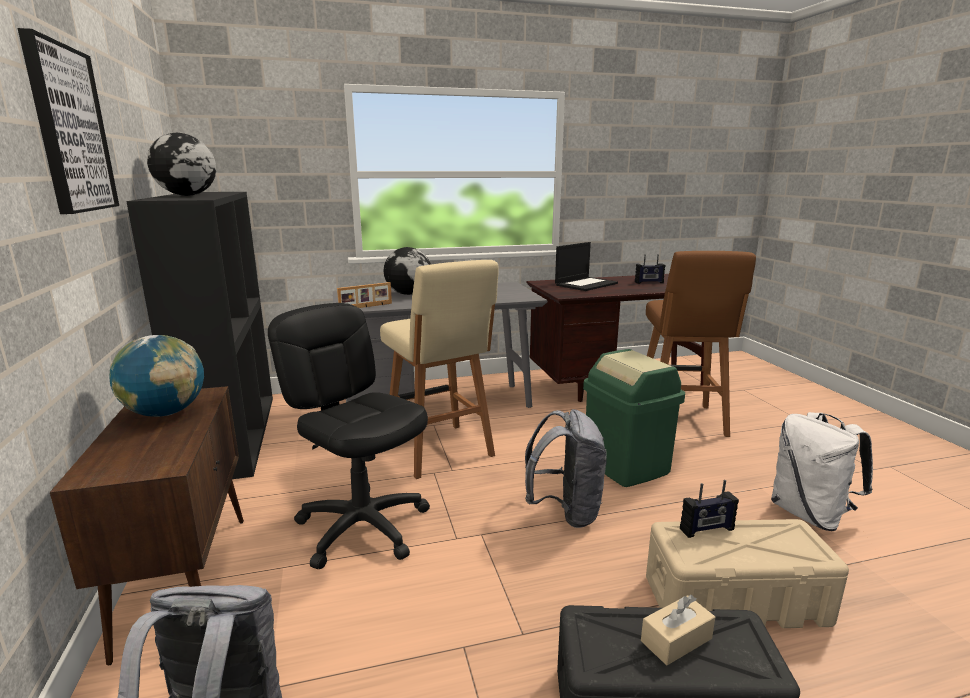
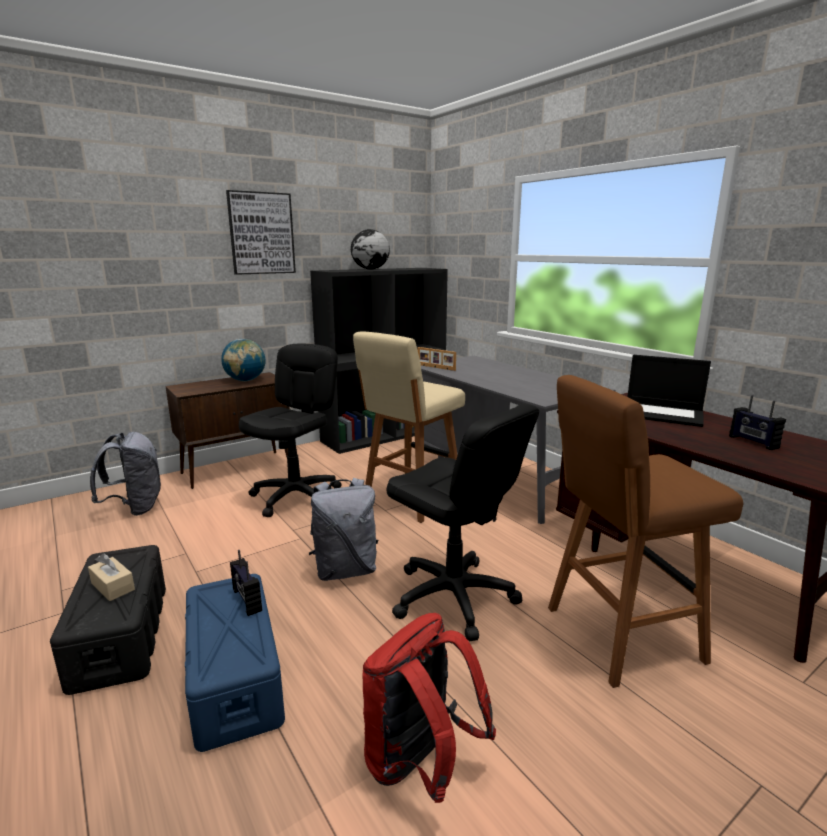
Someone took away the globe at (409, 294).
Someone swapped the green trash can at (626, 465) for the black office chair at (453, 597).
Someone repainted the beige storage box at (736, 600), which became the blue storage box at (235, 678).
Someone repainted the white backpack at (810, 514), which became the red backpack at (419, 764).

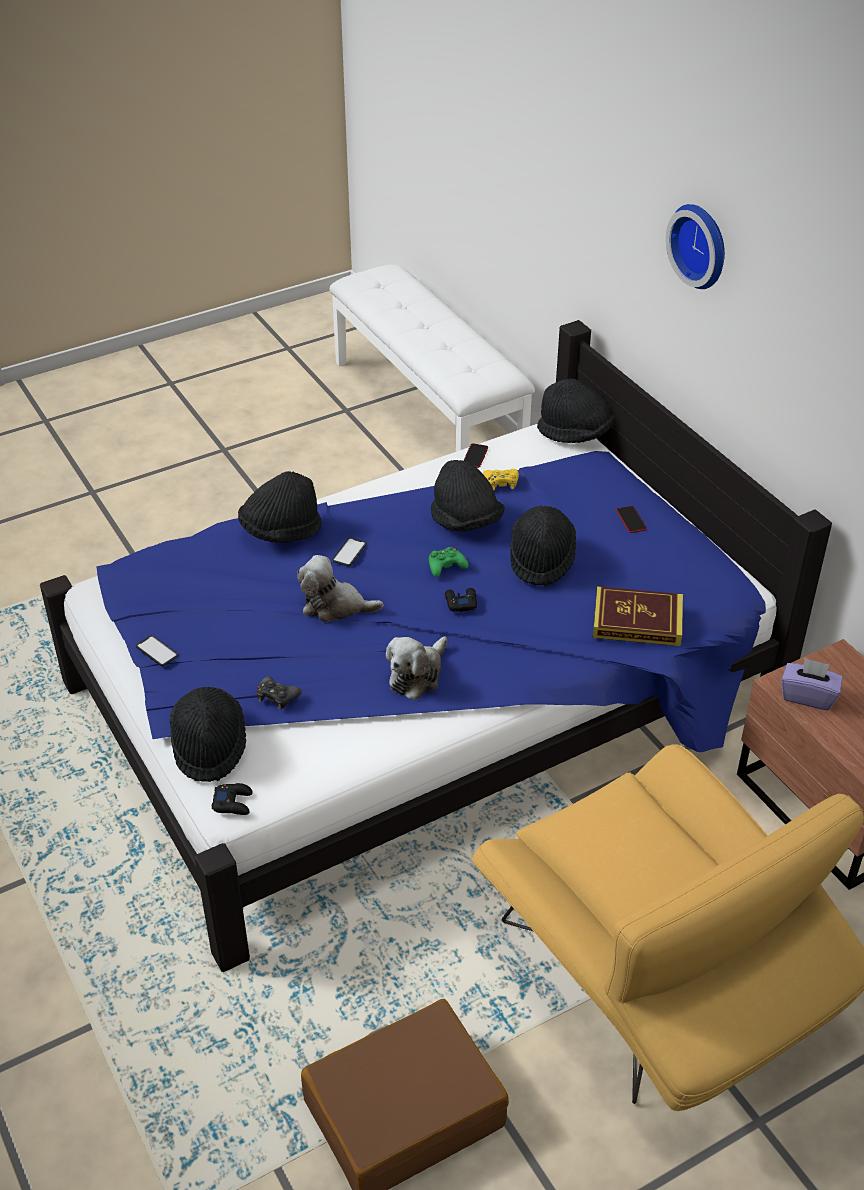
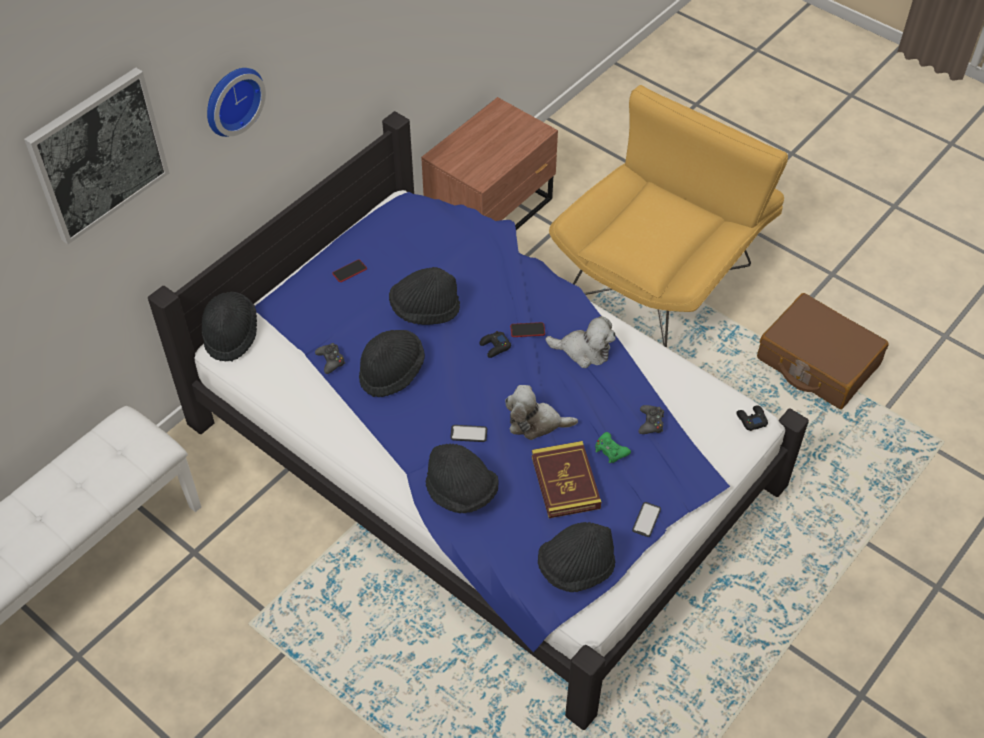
Someone carried the black hat from (209, 746) to (575, 568).
Someone rotated the plush toy at (335, 606) by 105 degrees clockwise.
Someone carried the green game controller from (446, 566) to (610, 451).
Someone carried the phone from (475, 456) to (527, 330).
Someone repainted the yellow game controller at (501, 482), which became the black game controller at (331, 361).
Someone carried the book from (637, 621) to (565, 482).
Someone took away the purple tissue box at (808, 696).
Someone put up the picture at (98, 155).

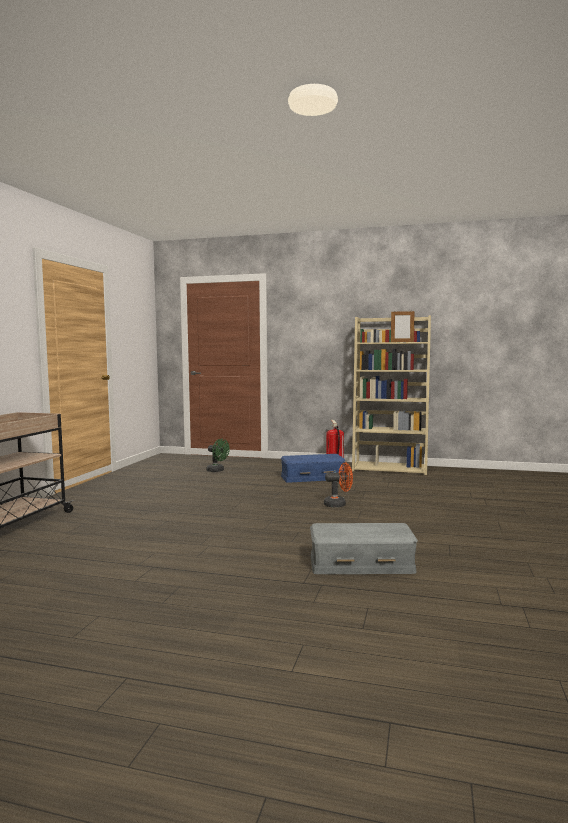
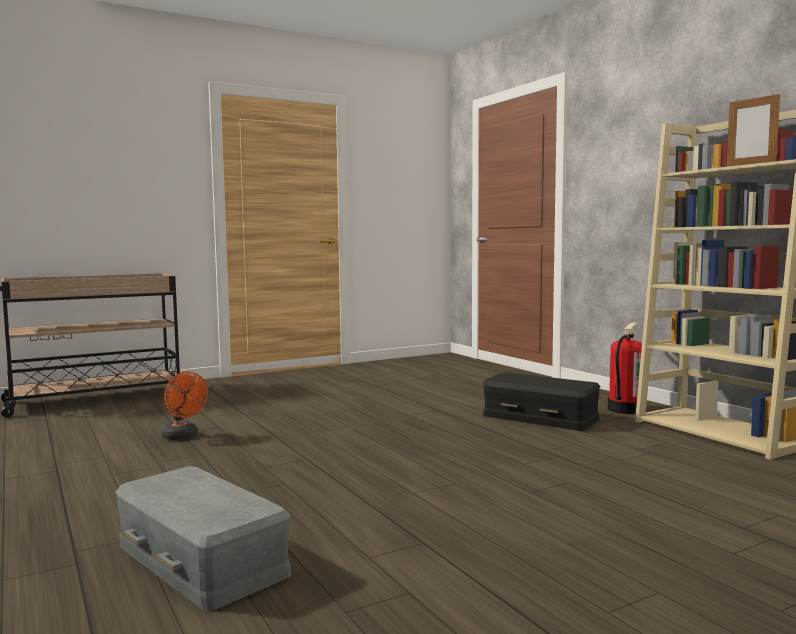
Someone took away the green fan at (217, 470).
Someone repainted the blue storage box at (312, 477), which became the black storage box at (540, 417).
Someone carried the orange fan from (338, 504) to (183, 437).

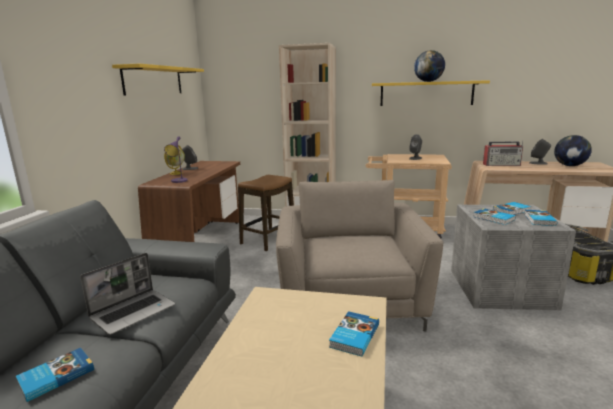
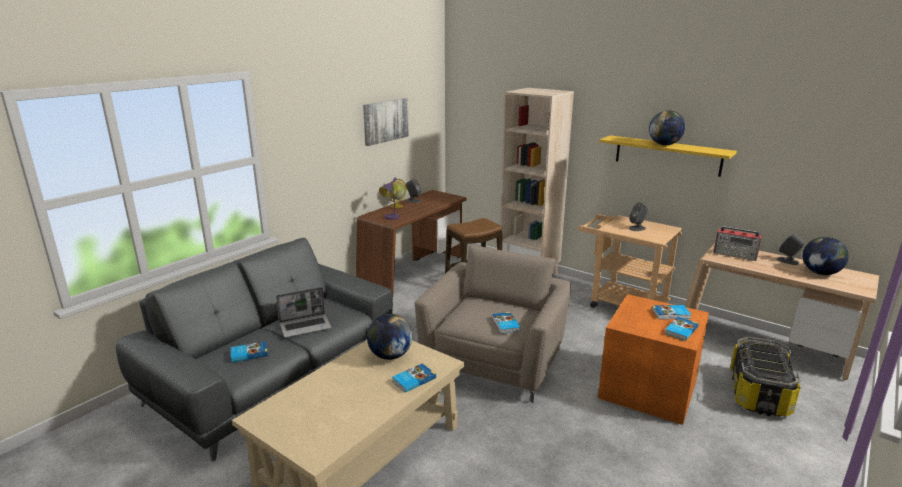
Someone swapped the yellow shelf at (153, 81) for the picture at (385, 121).
Someone repainted the grey storage box at (501, 288), which became the orange storage box at (649, 388).
Someone carried the book from (493, 218) to (505, 324).
Someone put down the globe at (390, 356).

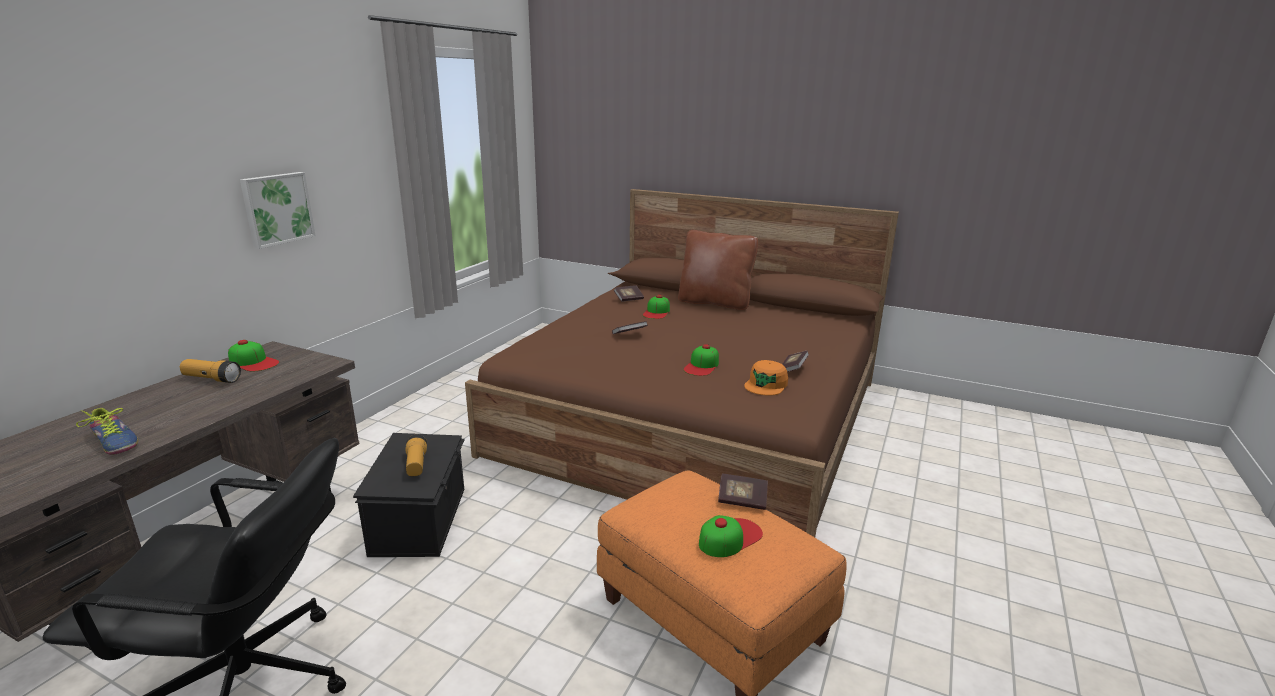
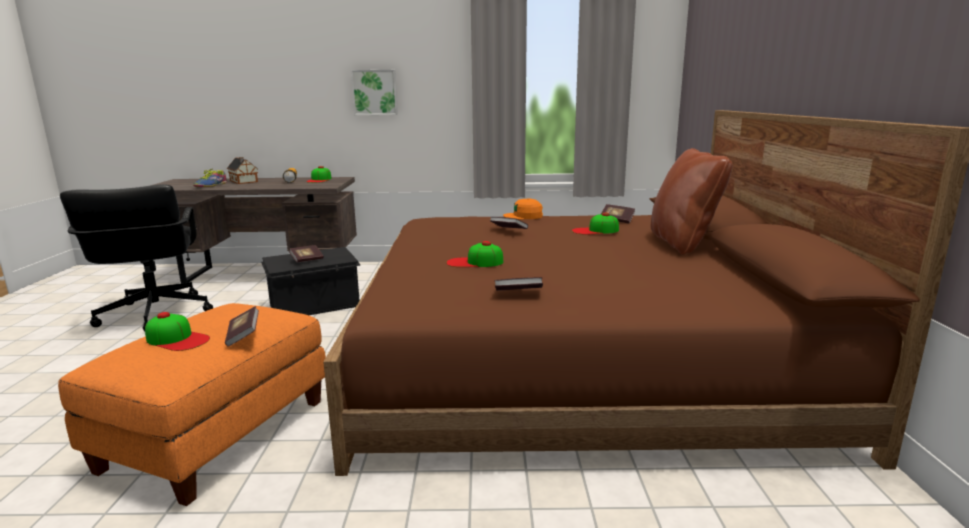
Someone swapped the flashlight at (416, 464) for the book at (307, 260).
Someone carried the orange cap from (766, 385) to (524, 216).
Someone put down the toy house at (244, 181).

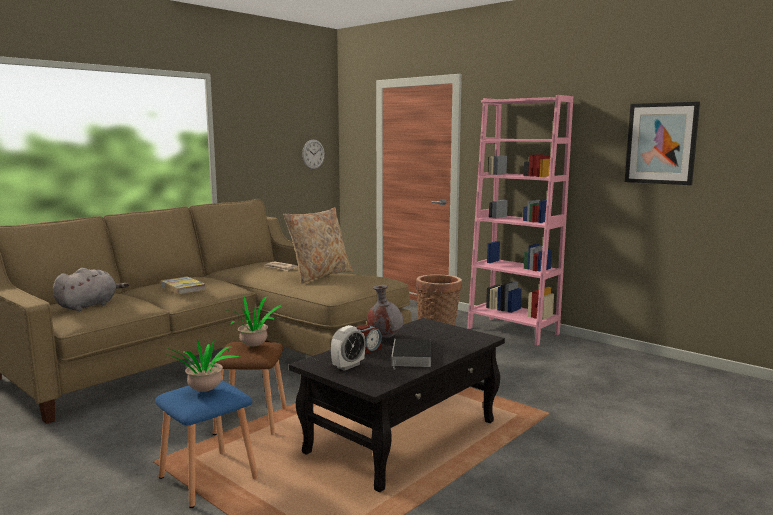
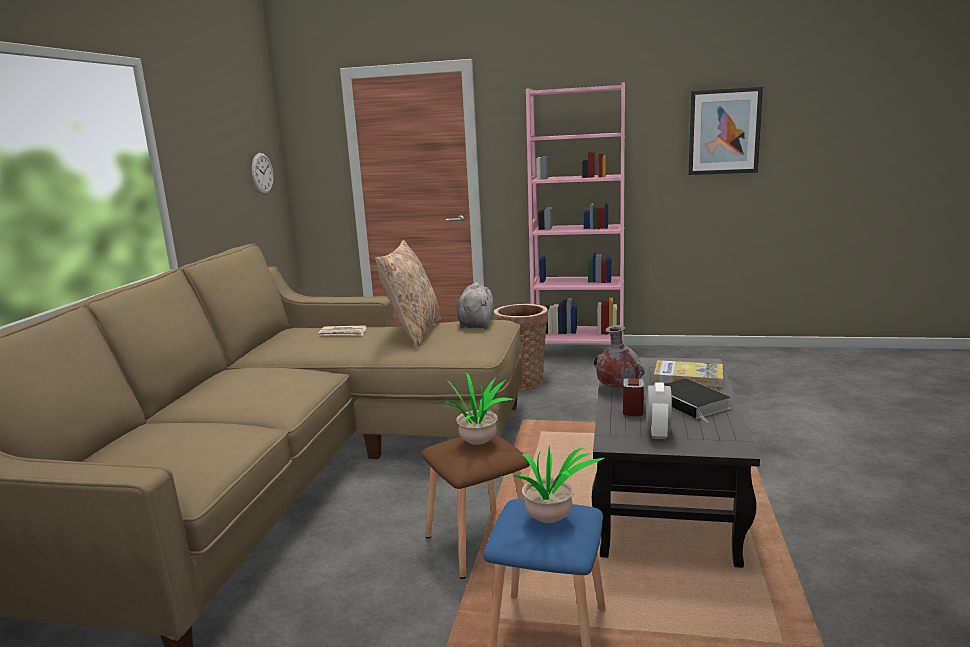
Someone carried the grey plush toy from (89, 305) to (476, 323).
Someone carried the book from (182, 288) to (688, 377).

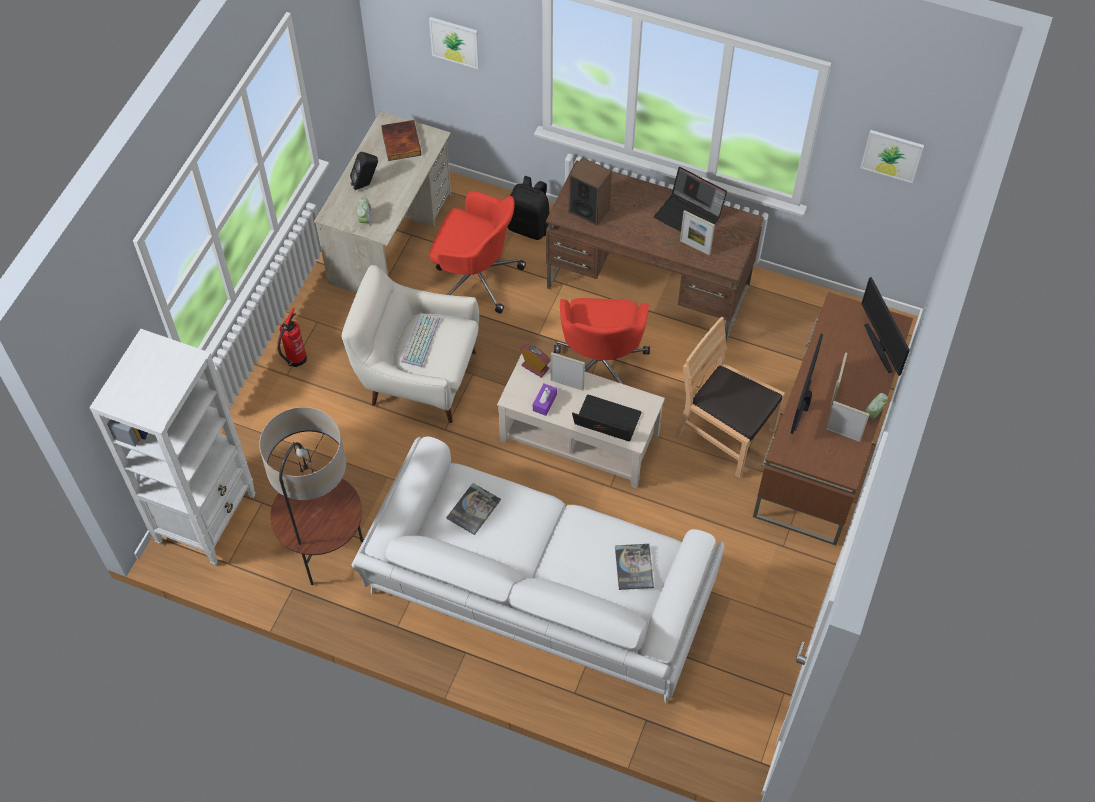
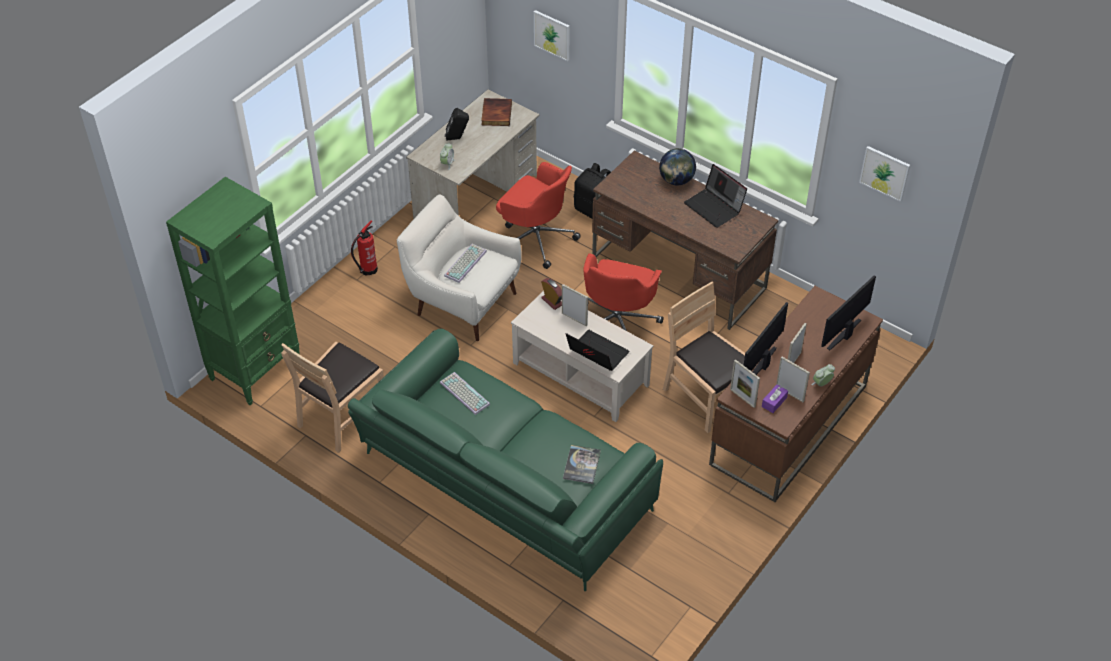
Someone repainted the white bookcase at (207, 518), which became the green bookcase at (256, 370).
Someone swapped the floor lamp at (327, 554) for the brown chair at (342, 416).
Someone repainted the white sofa at (537, 595), which became the green sofa at (503, 484).
Someone swapped the book at (473, 509) for the keyboard at (463, 394).
Someone carried the purple tissue box from (544, 402) to (774, 402).
Someone took away the speaker at (589, 210).
Someone carried the picture frame from (695, 247) to (742, 398).
Someone rotated the monitor at (880, 347) by 45 degrees clockwise.
Someone put down the globe at (676, 180).

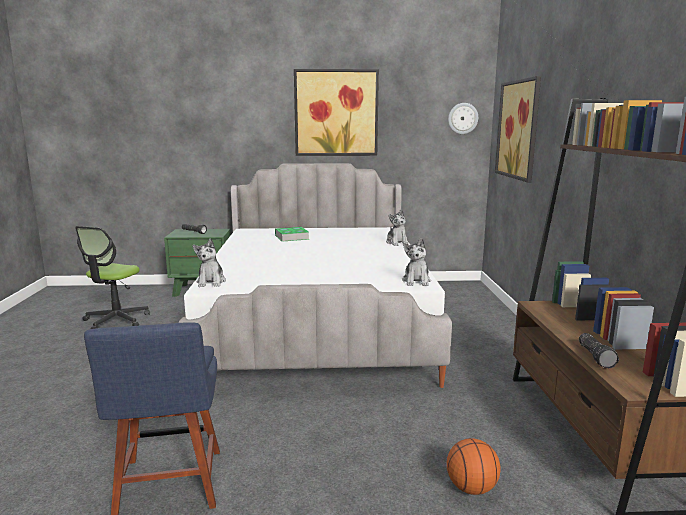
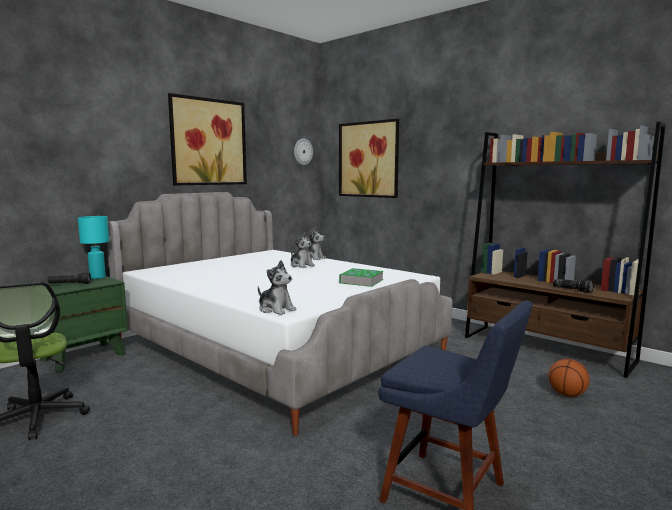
Someone carried the book from (292, 237) to (361, 281).
Someone carried the plush toy from (416, 281) to (301, 265).
Someone put down the turquoise table lamp at (97, 277).

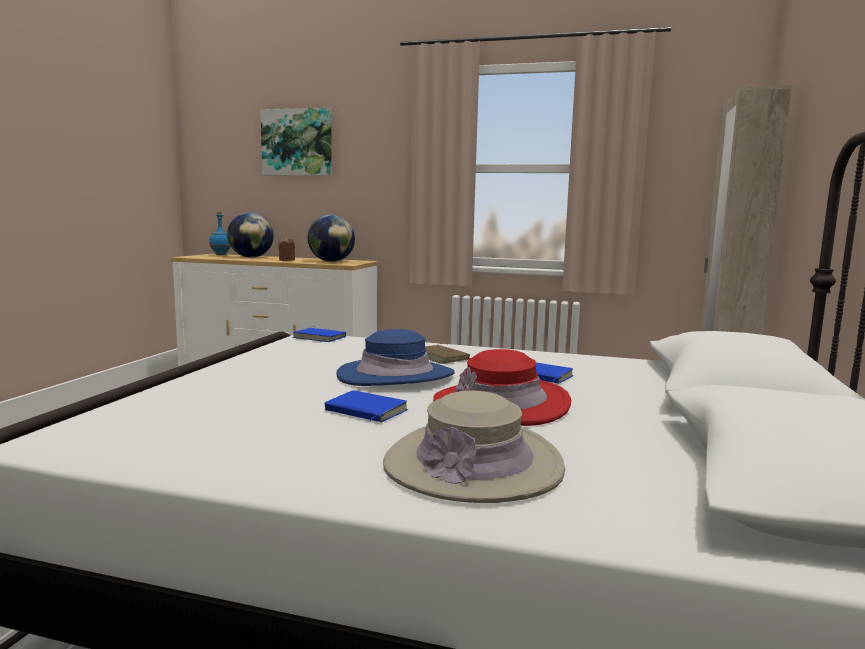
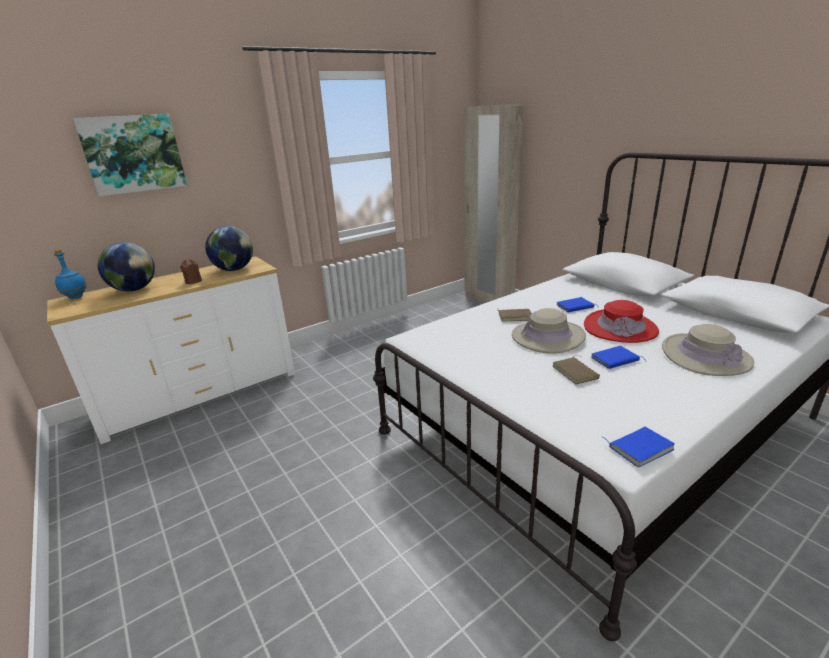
Someone carried the blue book from (320, 337) to (639, 447).
Someone repainted the blue hat at (395, 375), which became the beige hat at (548, 337).
Someone put down the brown book at (576, 372).

